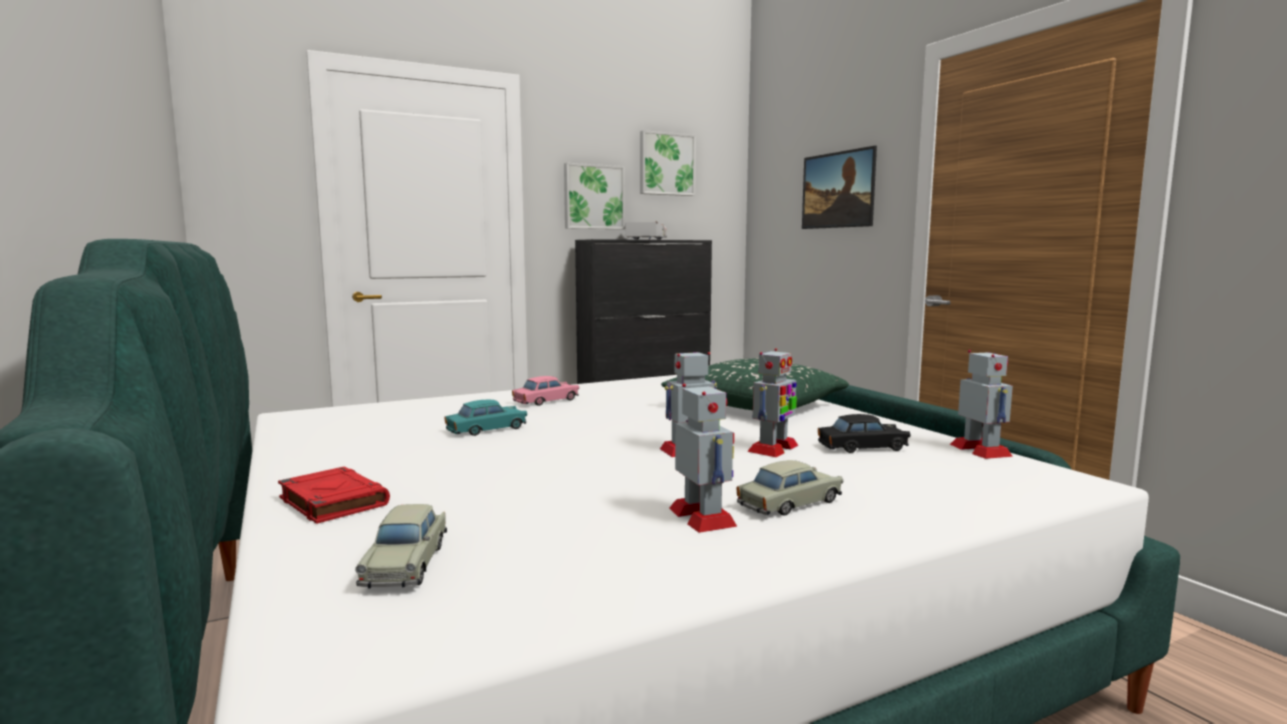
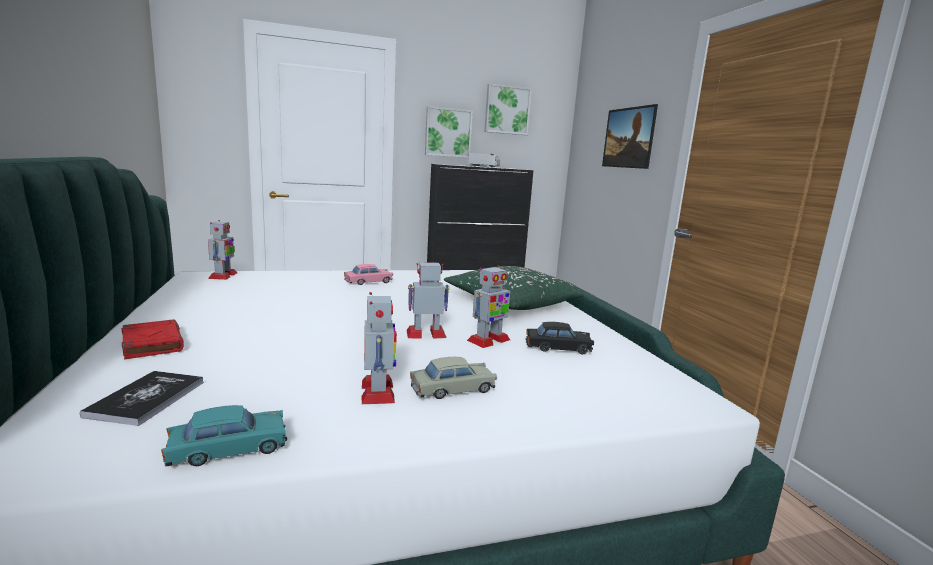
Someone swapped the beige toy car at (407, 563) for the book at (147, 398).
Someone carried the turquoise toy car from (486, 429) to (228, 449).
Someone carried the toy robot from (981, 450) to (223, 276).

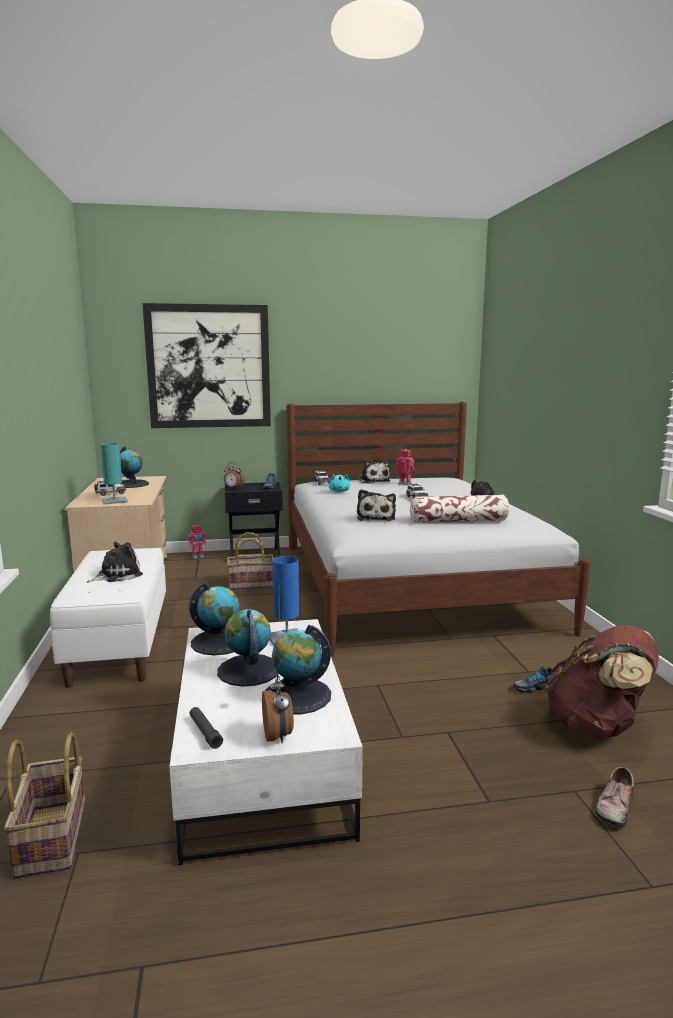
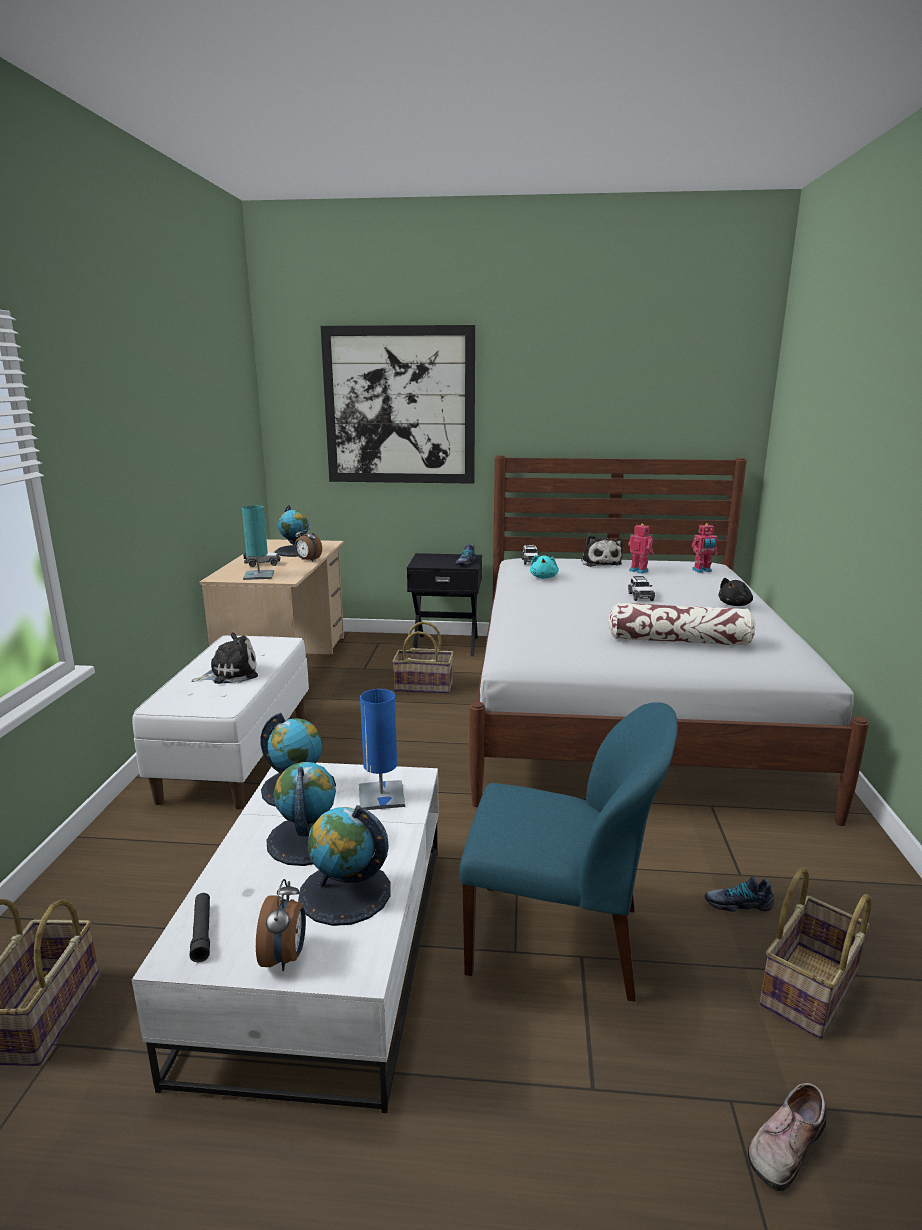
Someone carried the toy robot from (198, 557) to (702, 571).
Someone carried the alarm clock from (233, 488) to (308, 560).
Someone took away the plush toy at (376, 517).
Someone swapped the brown backpack at (597, 726) for the basket at (810, 990).
Someone put down the blue chair at (559, 940).

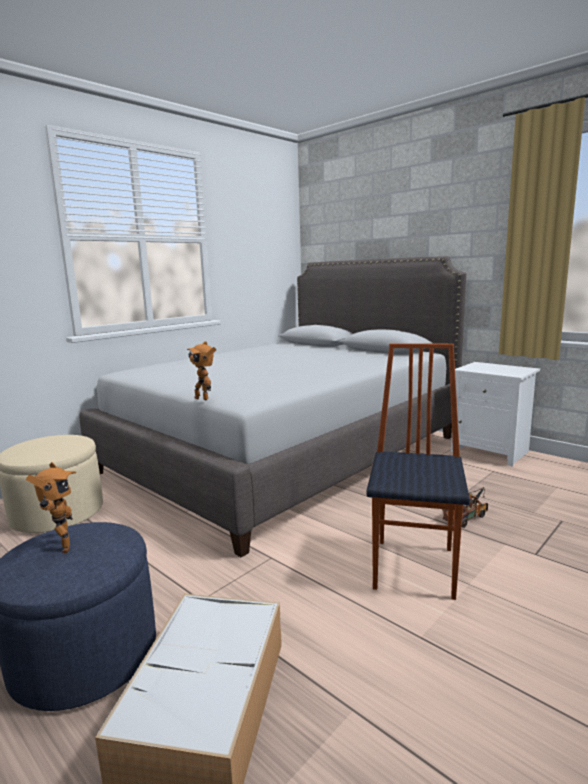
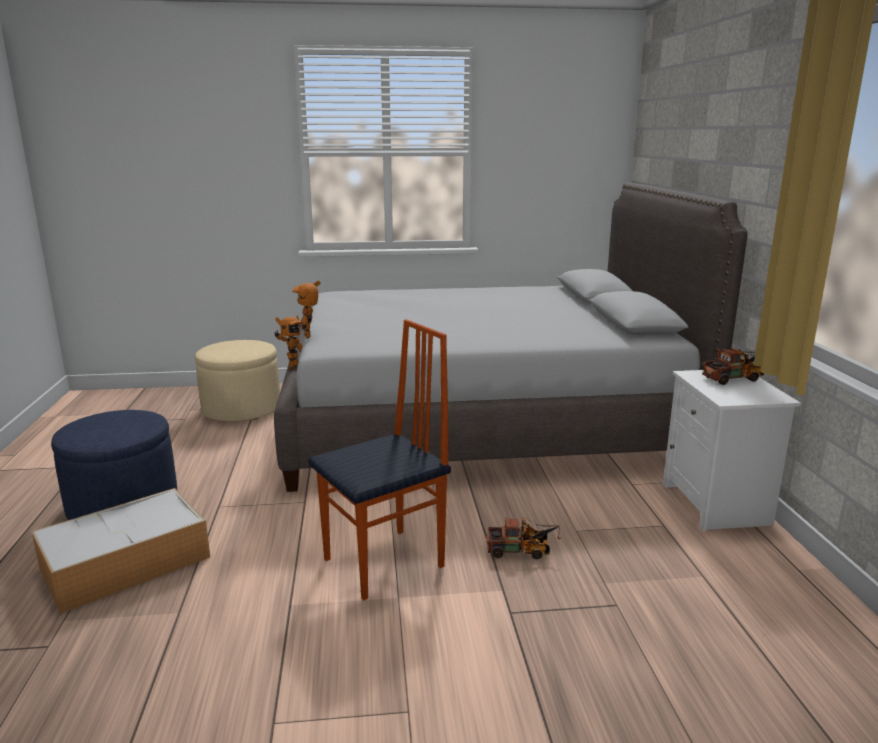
Someone carried the toy robot from (61, 547) to (291, 367).
Someone put down the toy truck at (735, 379).

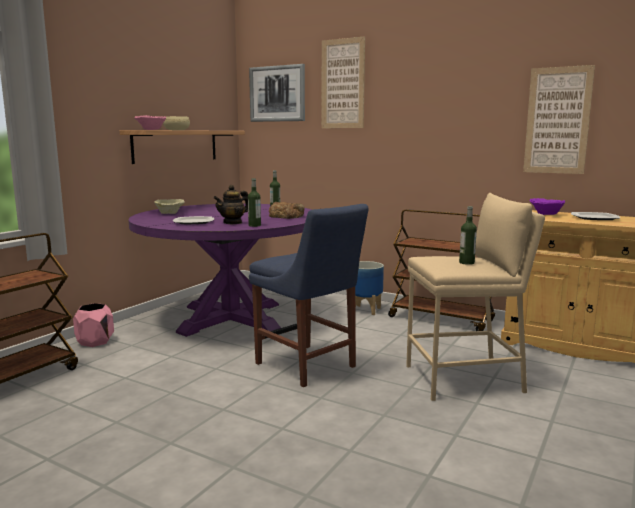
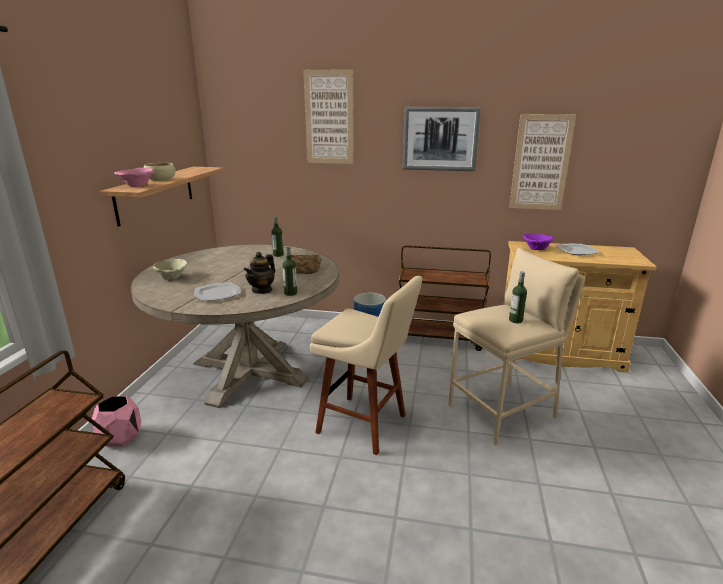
Someone repainted the purple dining table at (231, 318), which became the beige dining table at (249, 371).
Someone carried the picture from (277, 94) to (440, 139).
Someone swapped the blue chair at (308, 366) for the beige stool at (366, 425).

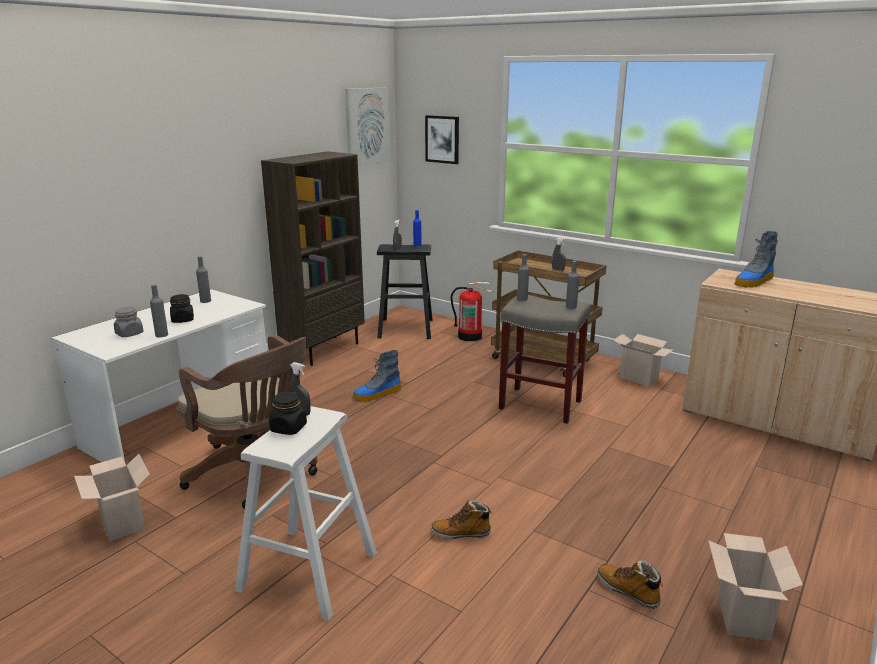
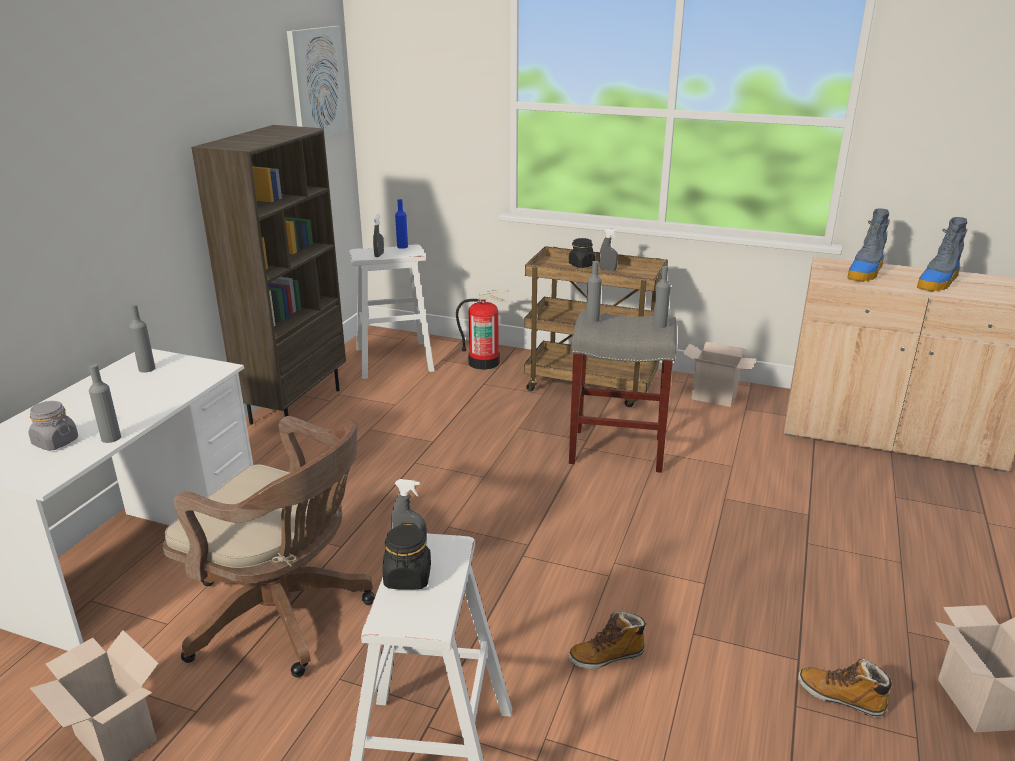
Someone carried the black jar from (182, 320) to (581, 265).
Someone carried the boot from (377, 394) to (938, 283).
Someone repainted the black stool at (405, 328), which became the white stool at (394, 359).
Someone took away the picture at (442, 139).

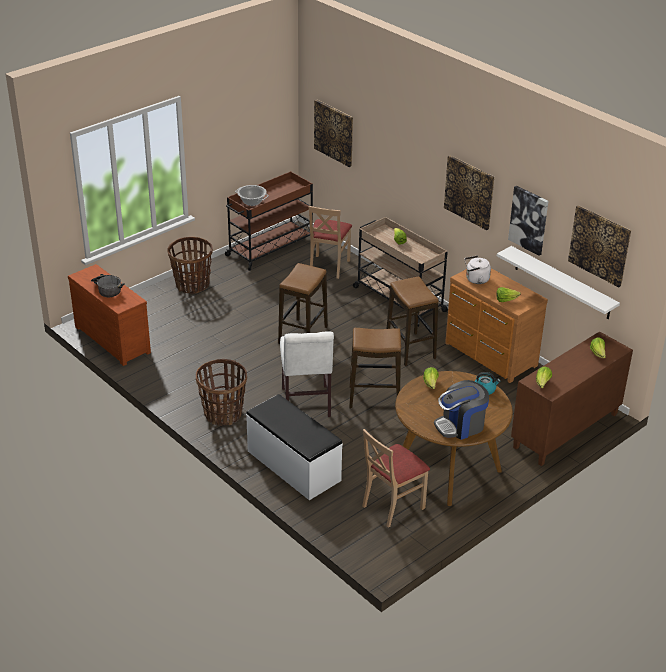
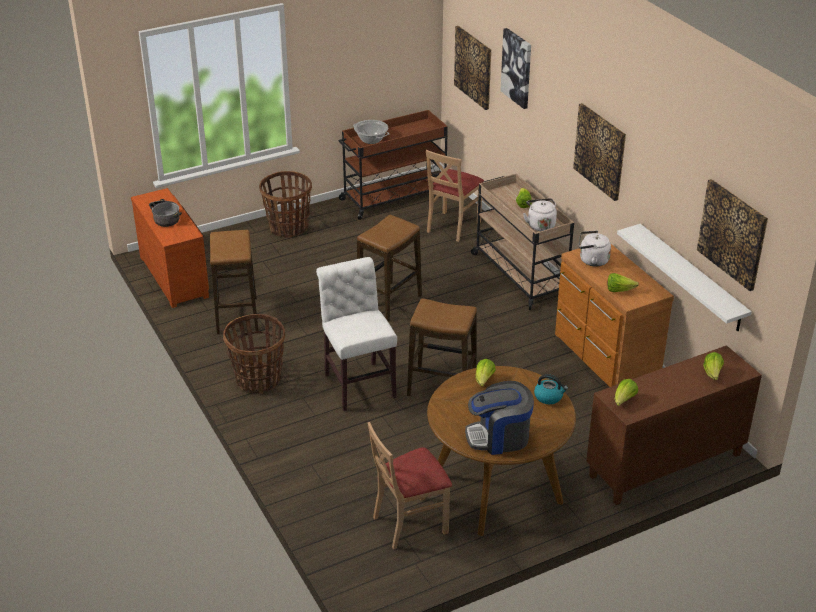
Someone took away the white bench at (293, 466).
Someone rotated the white chair at (306, 404) by 150 degrees clockwise.
Someone carried the stool from (410, 349) to (237, 316).
Someone carried the picture from (529, 220) to (517, 68).
Someone put down the white kettle at (540, 225).

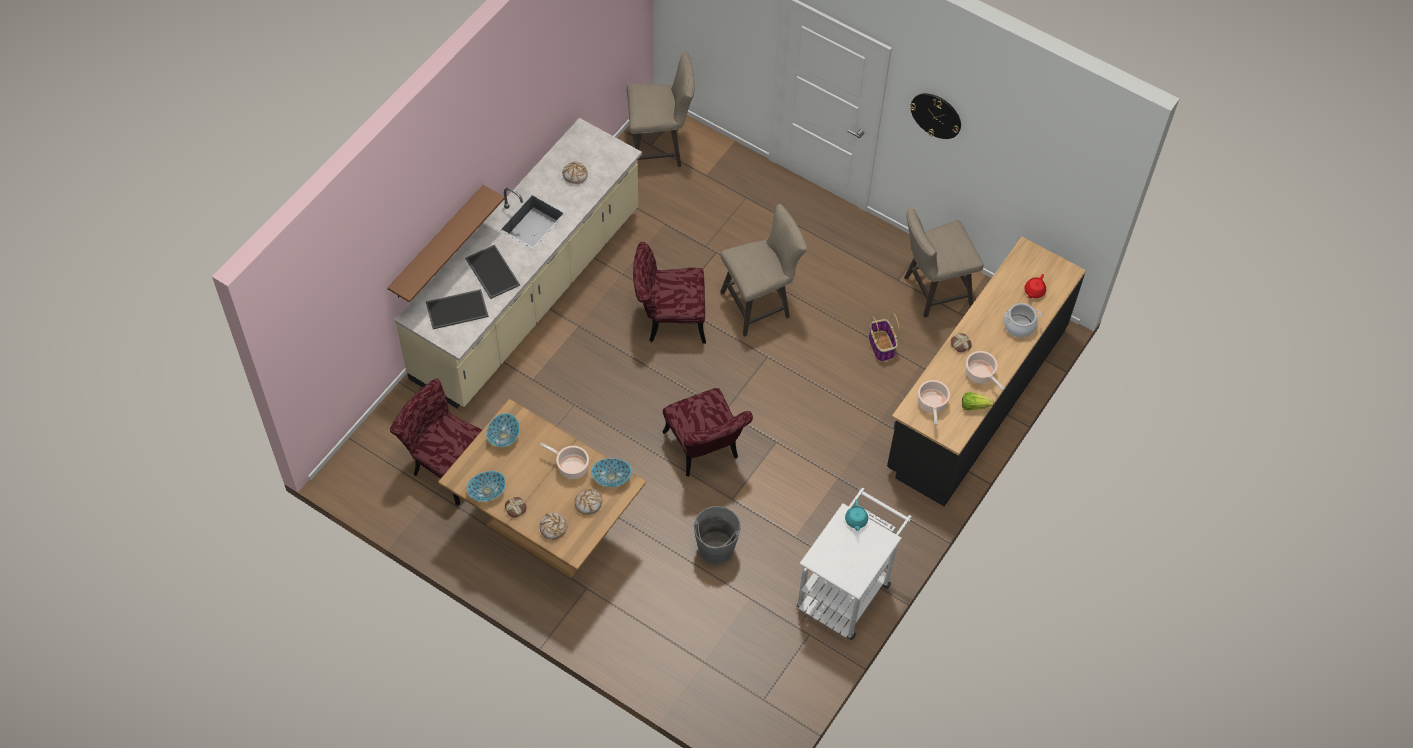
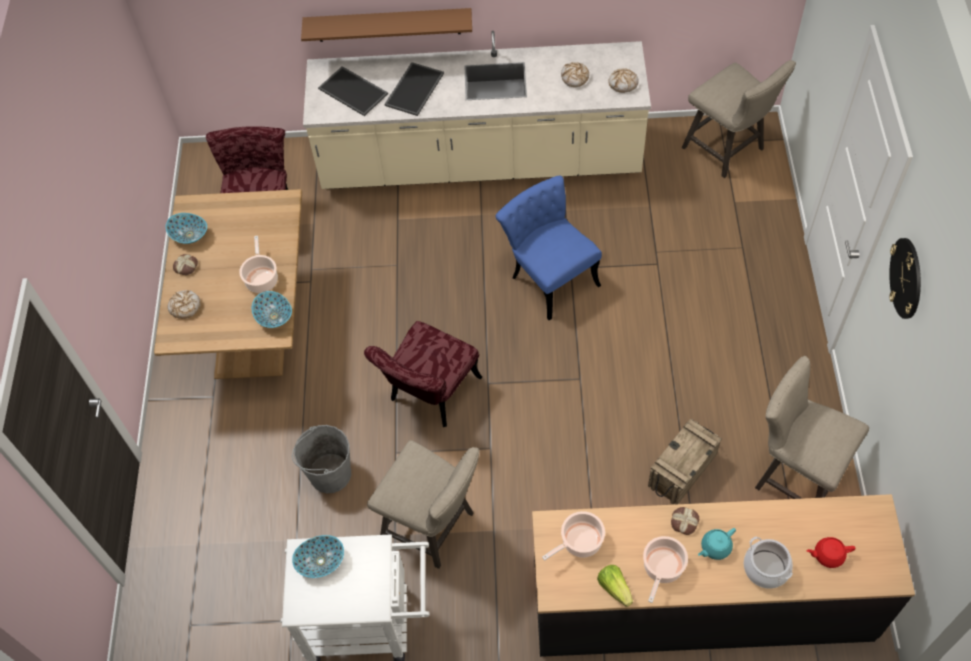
Someone carried the bowl from (503, 436) to (320, 561).
Someone carried the bread from (588, 503) to (623, 83).
Someone repainted the red chair at (669, 319), which became the blue chair at (549, 276).
Someone carried the beige stool from (760, 304) to (433, 528).
Someone carried the turquoise teapot from (856, 520) to (715, 547).
Someone swapped the basket at (882, 346) for the crate at (682, 471).

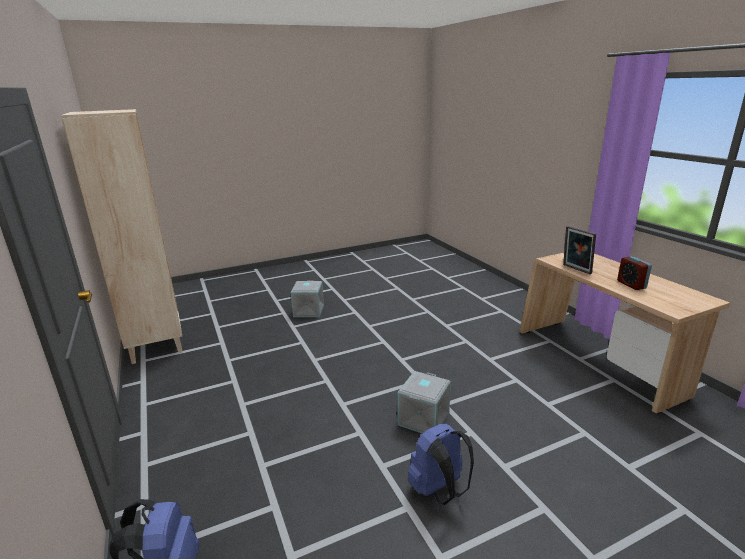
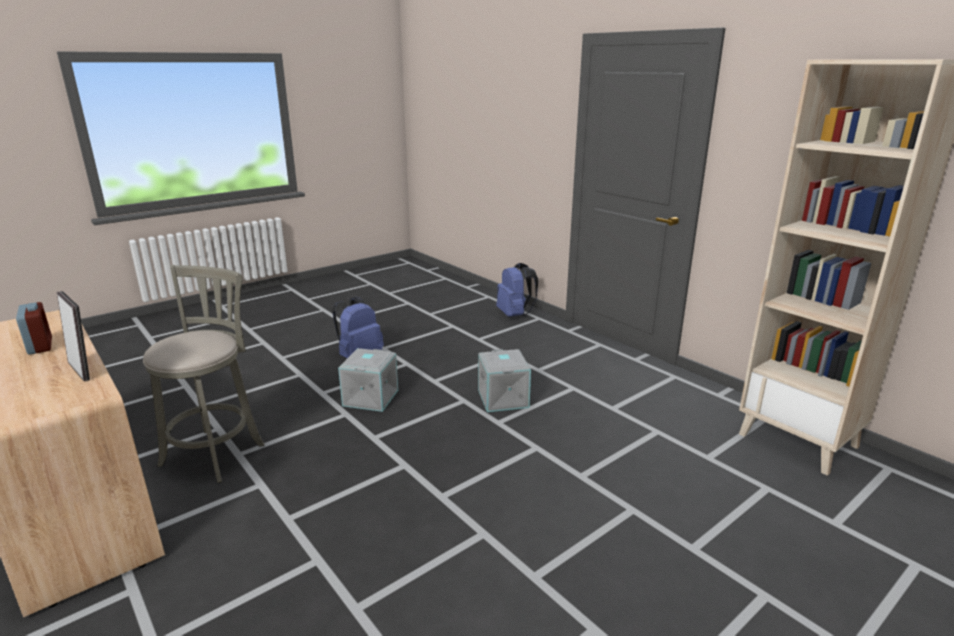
Someone carried the grey storage box from (308, 310) to (504, 399).
Someone put down the grey stool at (216, 452).

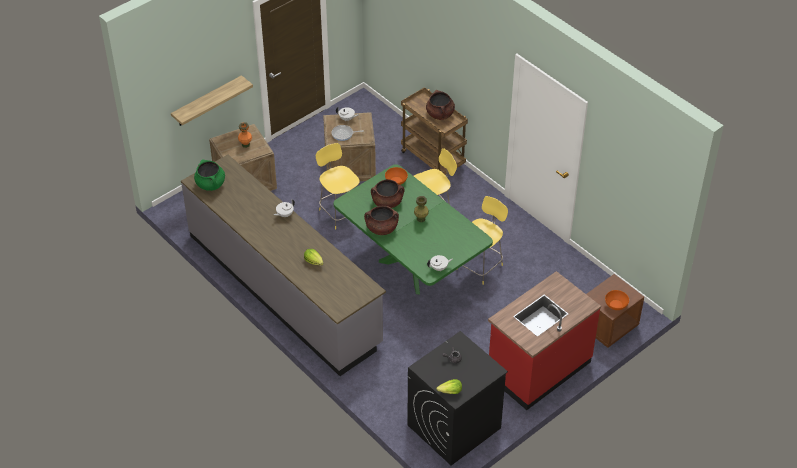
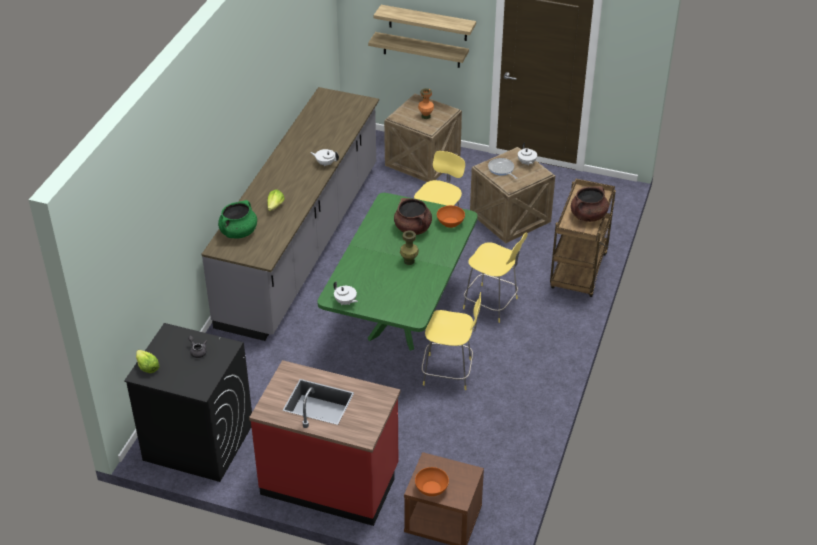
Someone carried the green cooking pot from (210, 184) to (238, 232).
Someone took away the brown cooking pot at (381, 229).
Someone put up the shelf at (428, 23).

